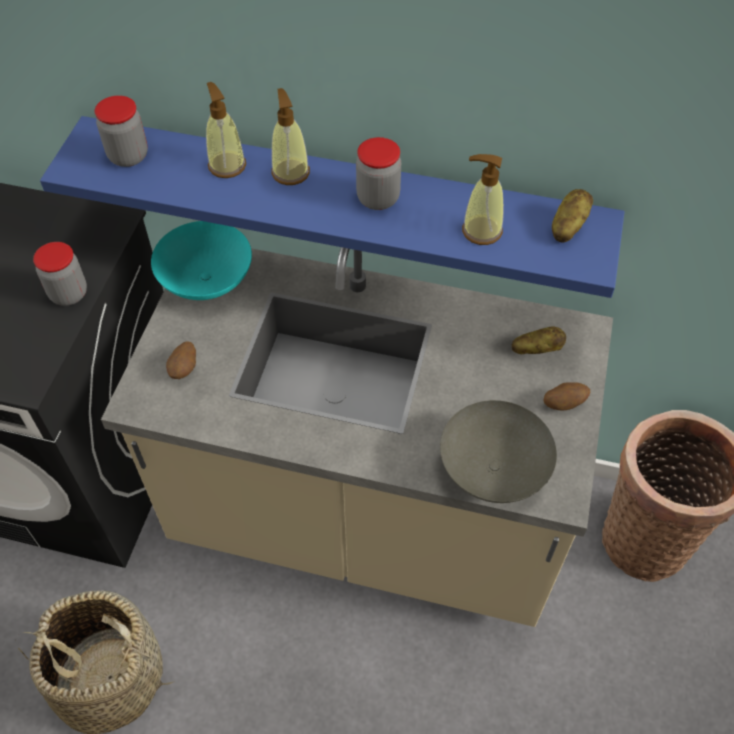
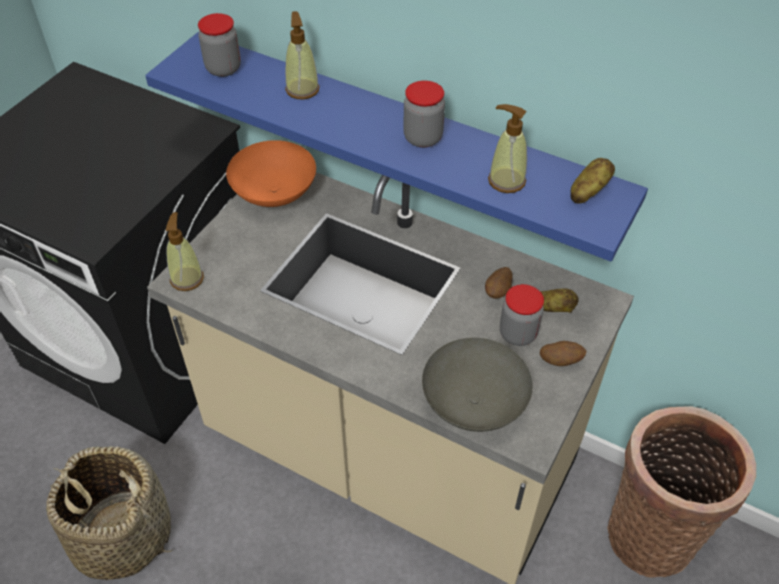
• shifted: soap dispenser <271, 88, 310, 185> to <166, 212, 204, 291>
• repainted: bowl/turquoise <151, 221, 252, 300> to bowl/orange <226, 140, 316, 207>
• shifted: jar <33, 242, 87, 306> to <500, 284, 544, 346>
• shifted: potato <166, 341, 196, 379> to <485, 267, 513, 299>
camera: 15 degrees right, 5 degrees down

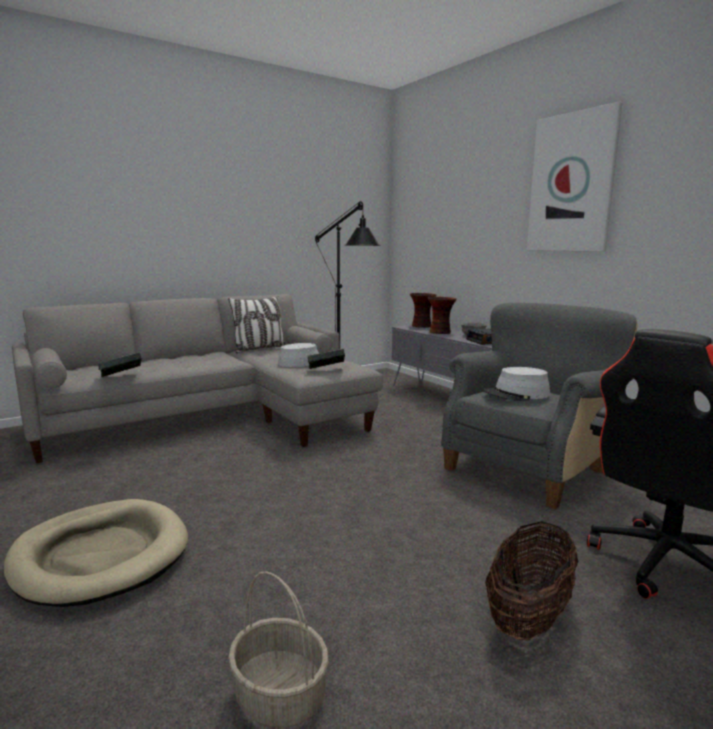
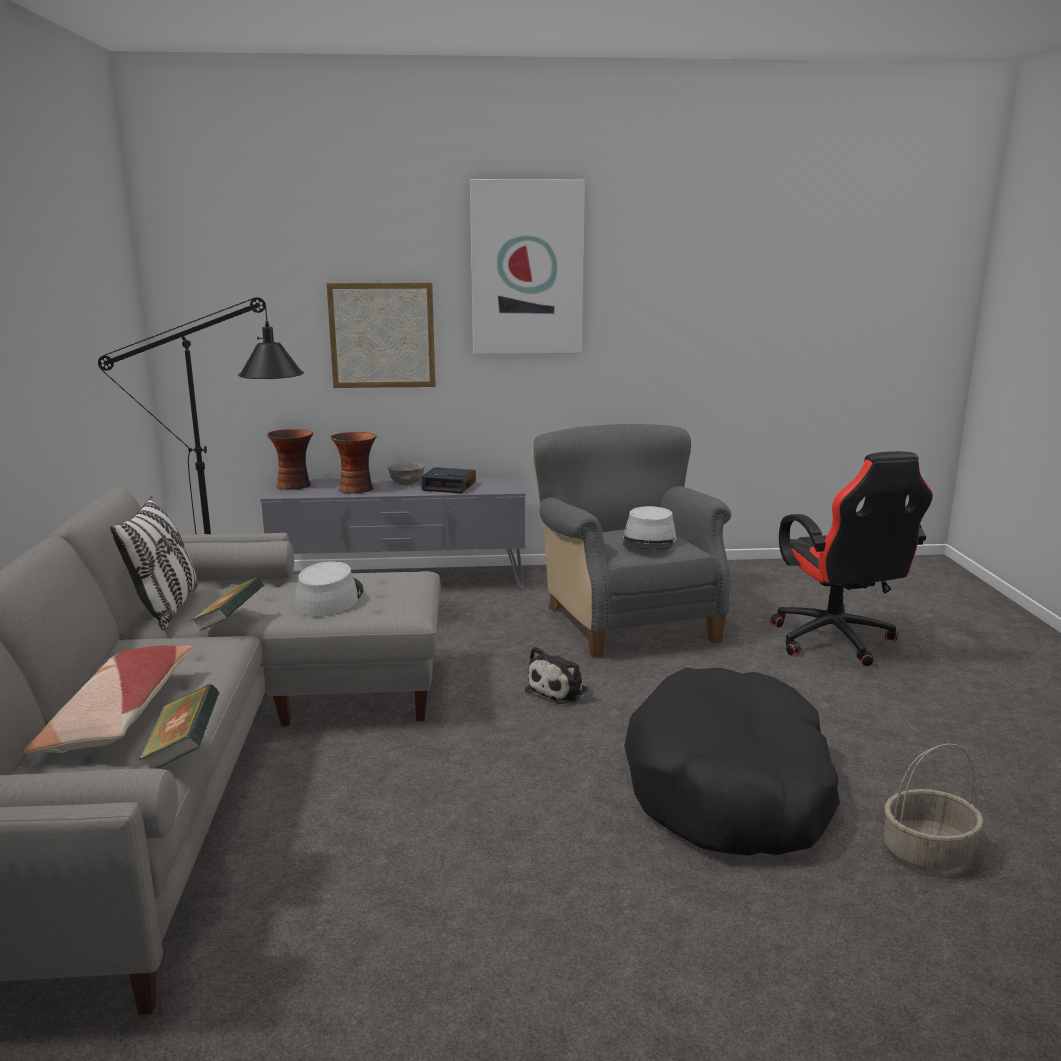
• shifted: book <308, 349, 345, 369> to <191, 577, 264, 631>
• gone: dog bed/beige <4, 499, 188, 607>
• gone: basket <485, 521, 579, 640>
• new: picture <327, 280, 436, 388>
• new: pillow <23, 645, 194, 754>
• new: plush toy <525, 646, 588, 704>
• new: dog bed/black <624, 667, 840, 856>
camera: 60 degrees left, 5 degrees up

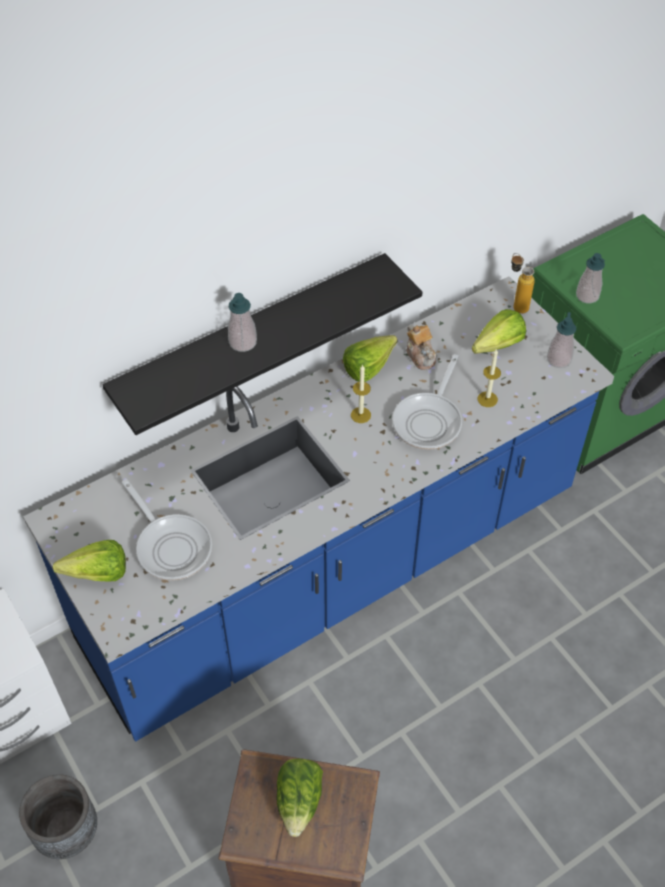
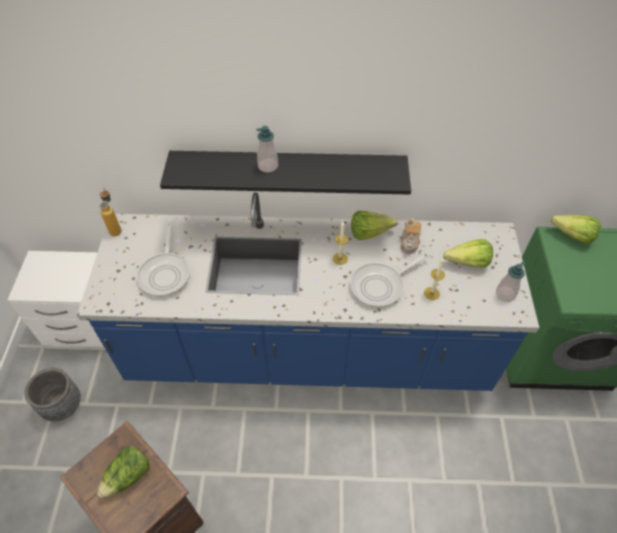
• shifted: bottle <511, 253, 535, 314> to <99, 188, 121, 236>
• gone: soap dispenser <576, 253, 605, 304>
• shifted: lettuce <53, 540, 126, 581> to <551, 215, 601, 244>
camera: 35 degrees right, 0 degrees up

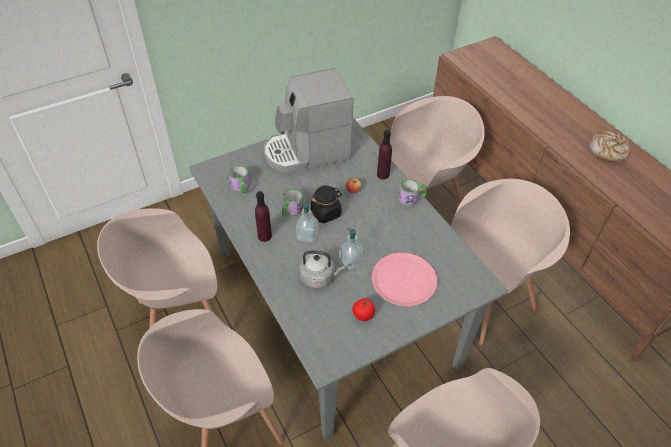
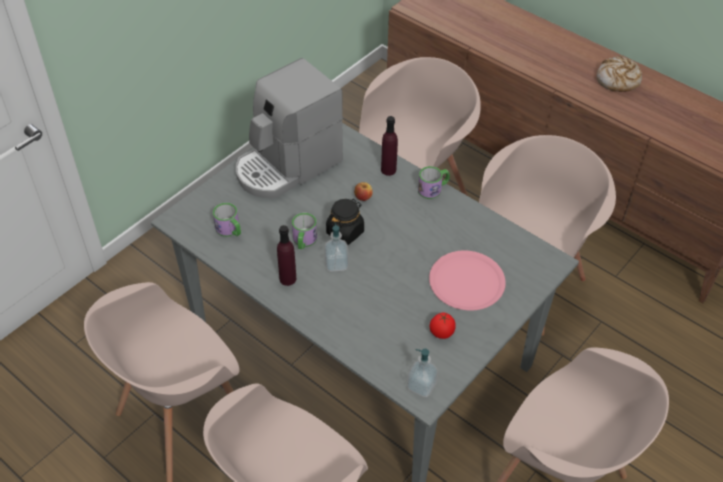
• shifted: soap dispenser <339, 228, 364, 270> to <407, 349, 438, 398>
• gone: kettle/grey <299, 251, 345, 288>
camera: 20 degrees left, 0 degrees up

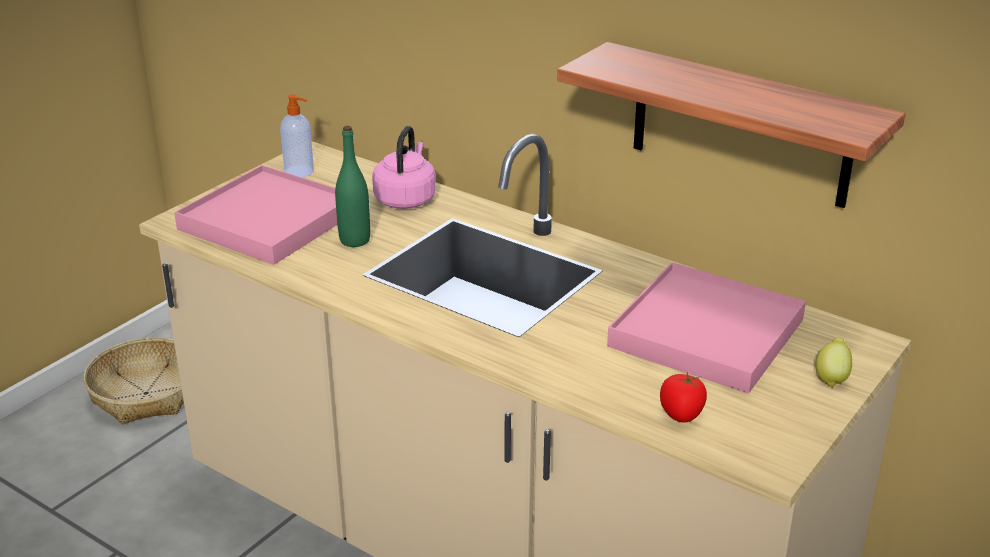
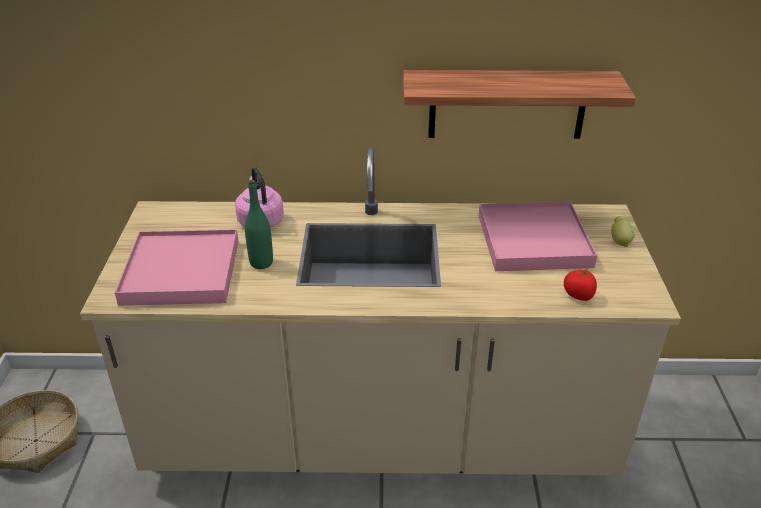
• gone: soap dispenser <280, 95, 314, 177>
camera: 35 degrees left, 5 degrees up

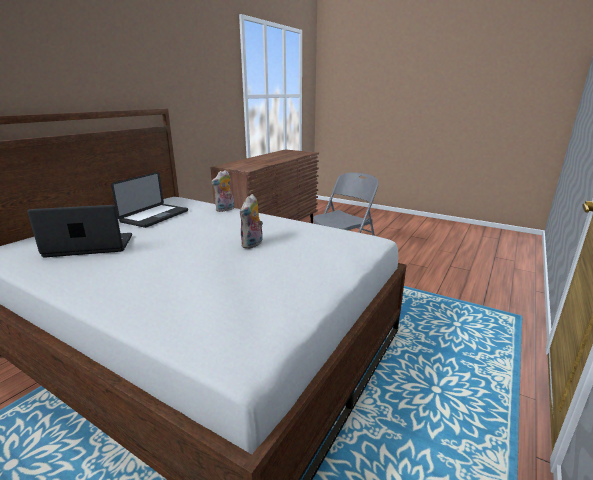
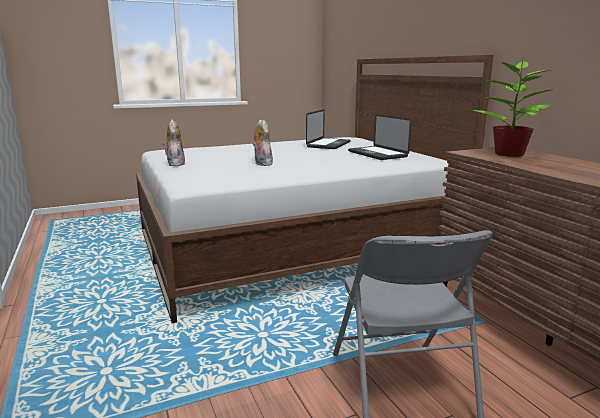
• shifted: plush toy <211, 170, 234, 212> to <163, 119, 185, 166>
• new: potted plant <471, 55, 554, 157>
camera: 125 degrees right, 5 degrees down

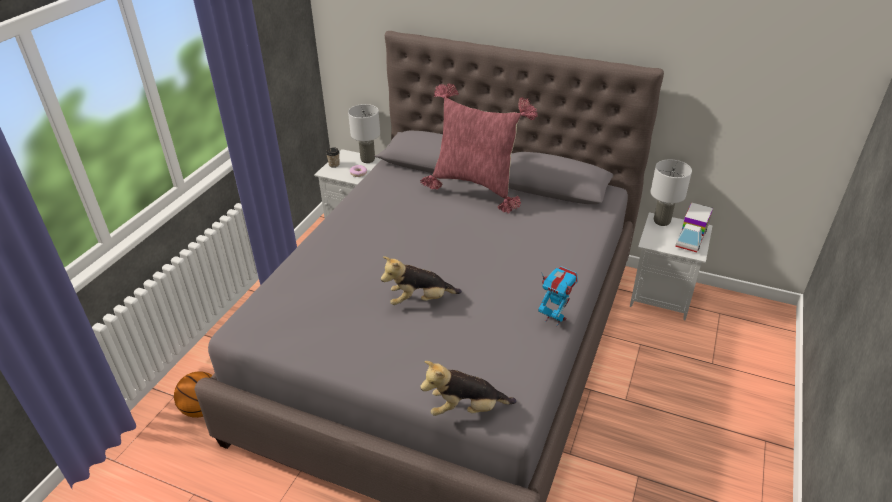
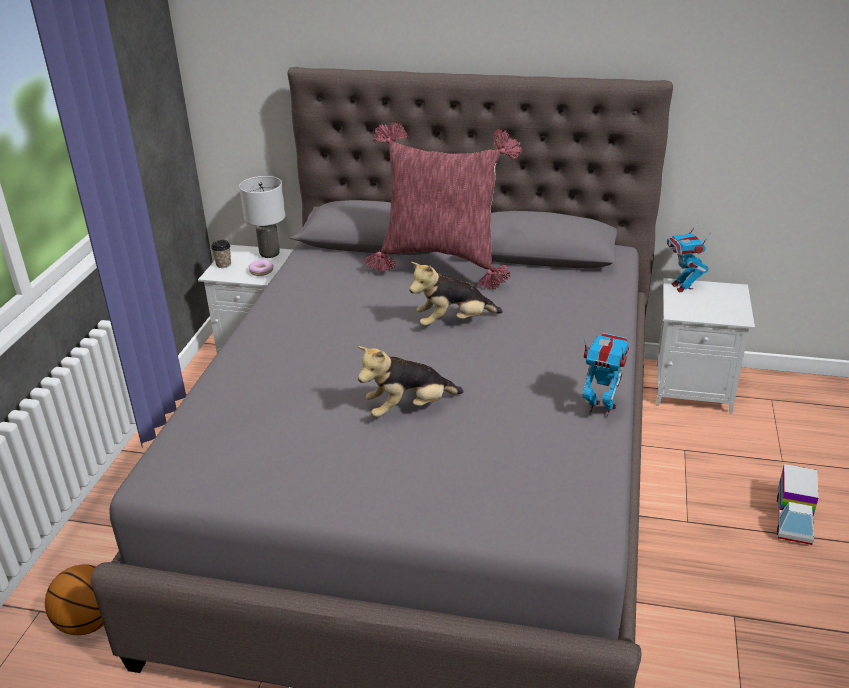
• swapped: table lamp/white <650, 159, 692, 226> to toy robot <667, 221, 711, 292>
• shifted: toy truck <675, 203, 713, 253> to <777, 464, 819, 545>
• shifted: plush toy <420, 361, 517, 416> to <409, 262, 503, 326>
camera: 10 degrees left, 5 degrees down

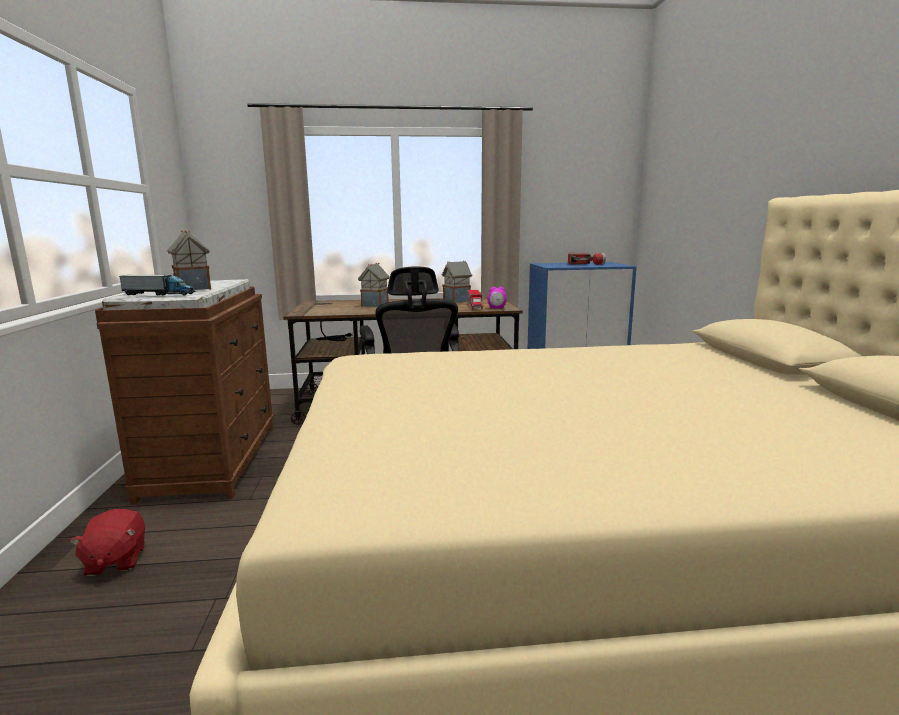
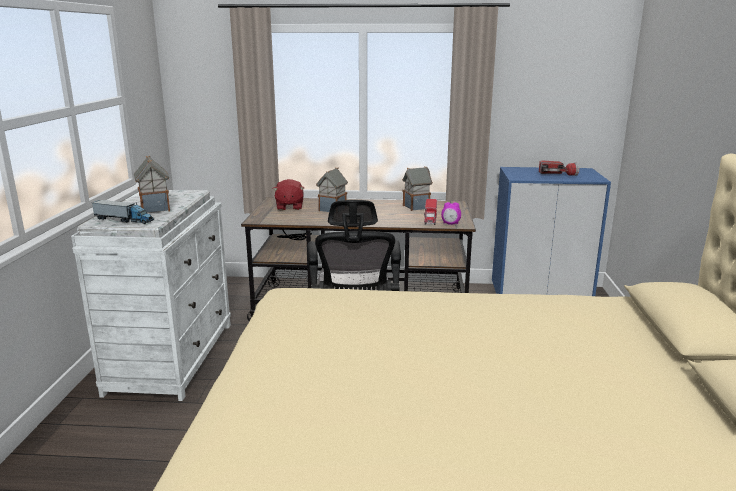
• repainted: dresser/brown <95, 279, 274, 505> to dresser/white <71, 190, 231, 401>
• shifted: plush toy/red <69, 509, 145, 576> to <273, 179, 304, 211>
camera: 10 degrees right, 5 degrees up

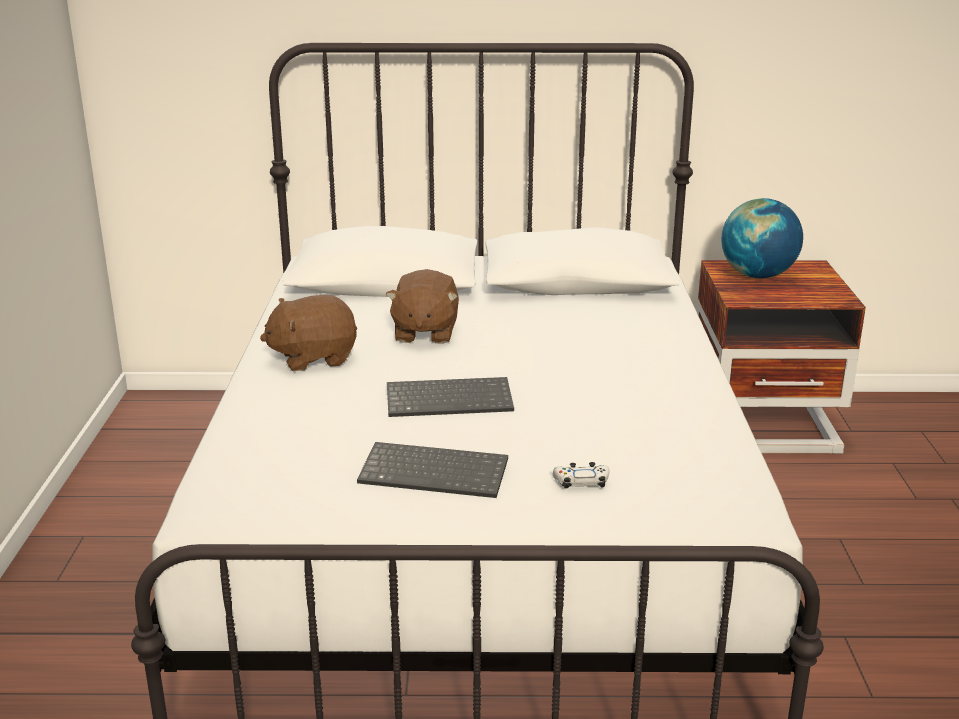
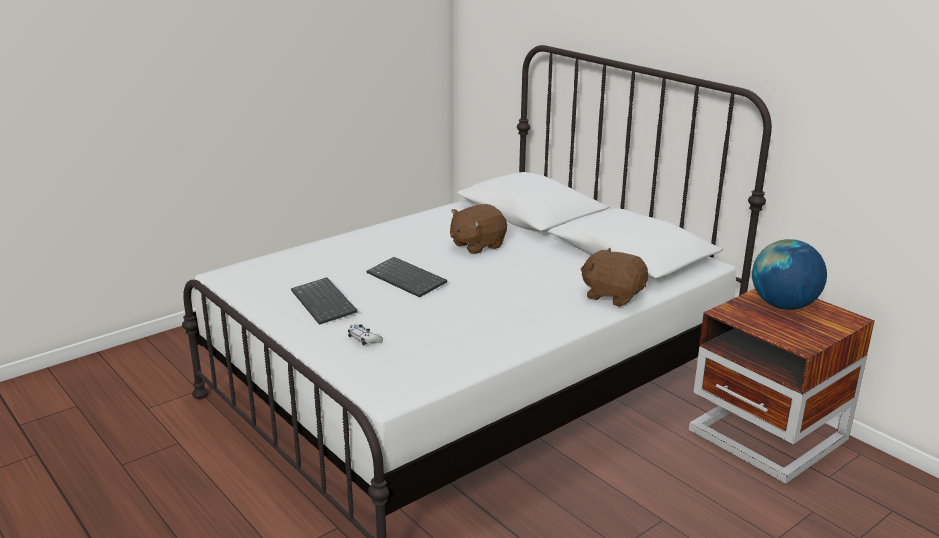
• shifted: plush toy/brown <260, 295, 357, 371> to <581, 248, 648, 307>
camera: 50 degrees right, 0 degrees up

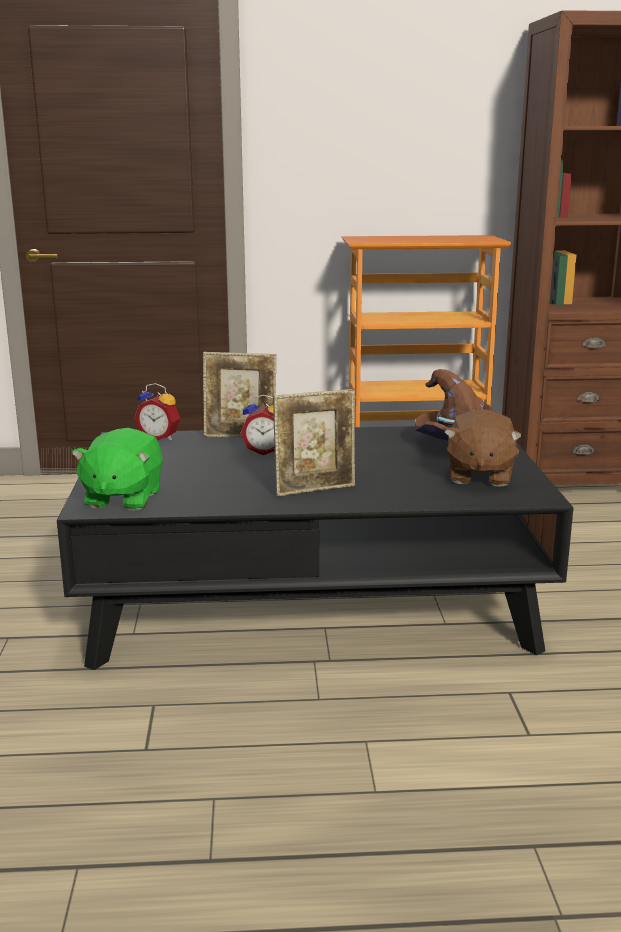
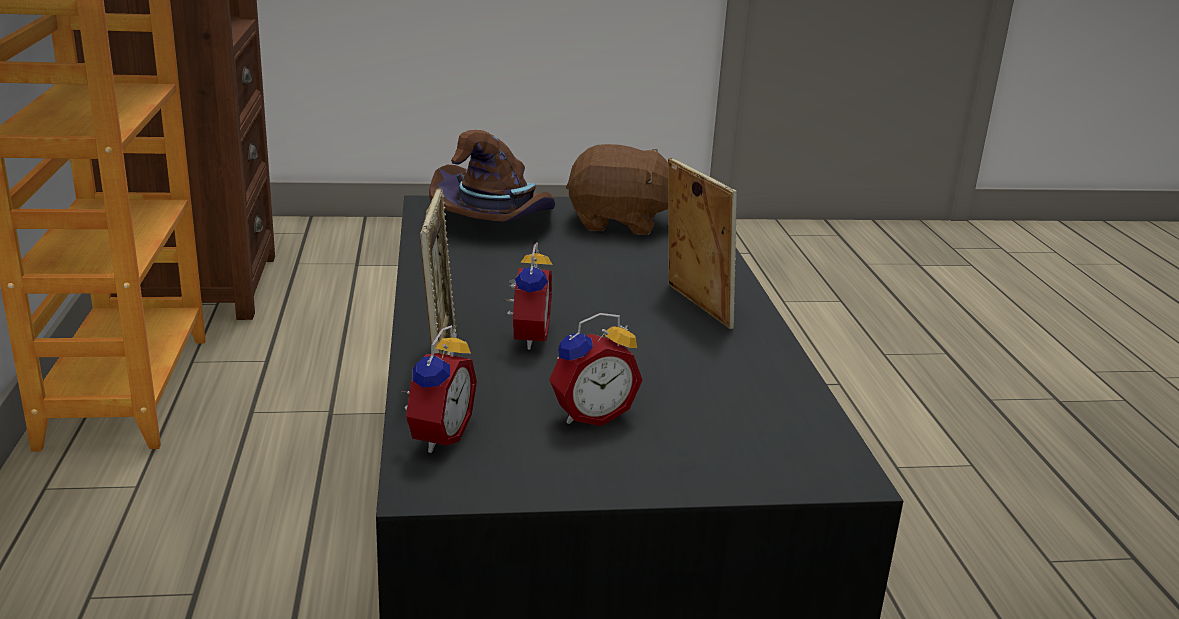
• gone: plush toy/green <72, 428, 163, 511>
• new: alarm clock <549, 313, 642, 426>
camera: 95 degrees left, 5 degrees up

